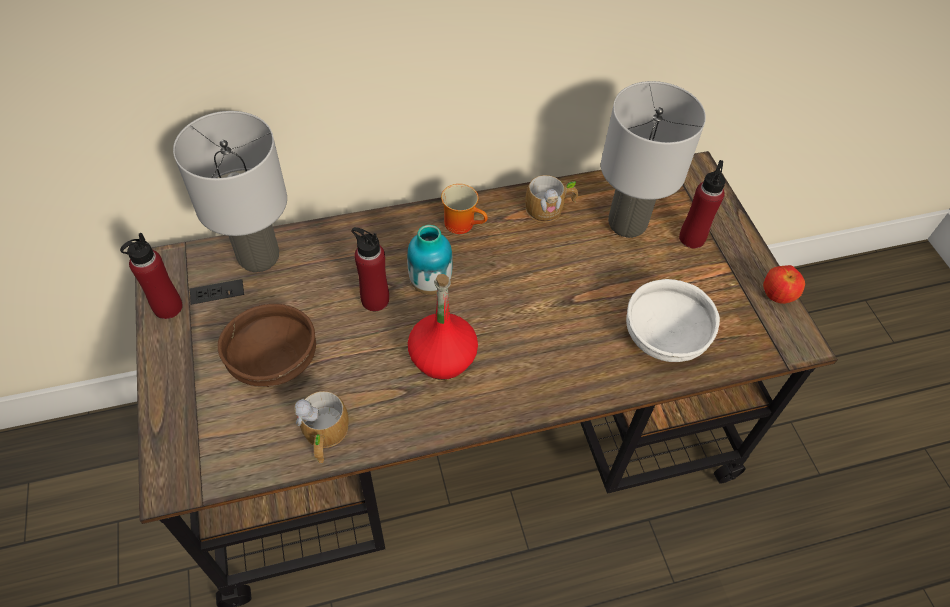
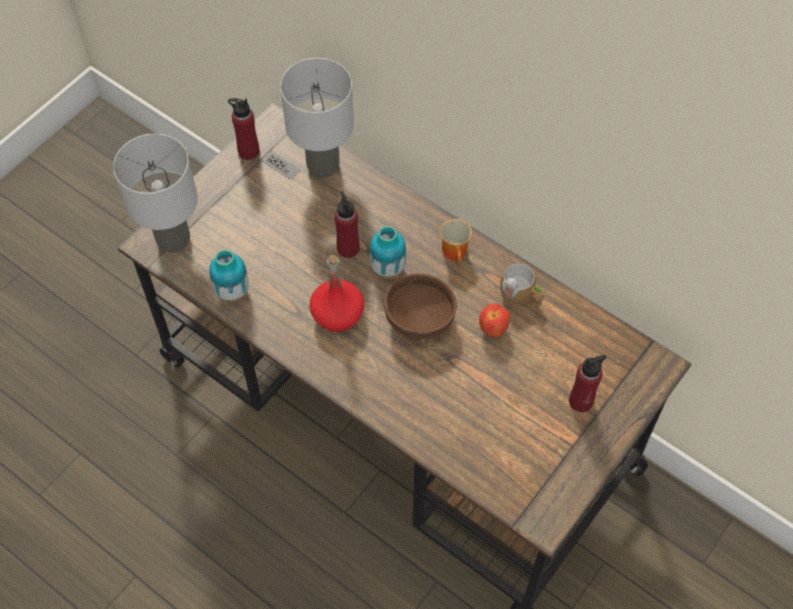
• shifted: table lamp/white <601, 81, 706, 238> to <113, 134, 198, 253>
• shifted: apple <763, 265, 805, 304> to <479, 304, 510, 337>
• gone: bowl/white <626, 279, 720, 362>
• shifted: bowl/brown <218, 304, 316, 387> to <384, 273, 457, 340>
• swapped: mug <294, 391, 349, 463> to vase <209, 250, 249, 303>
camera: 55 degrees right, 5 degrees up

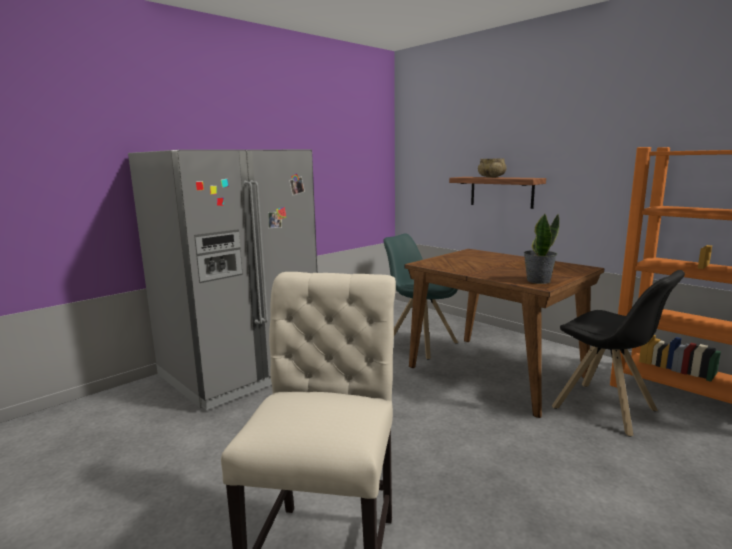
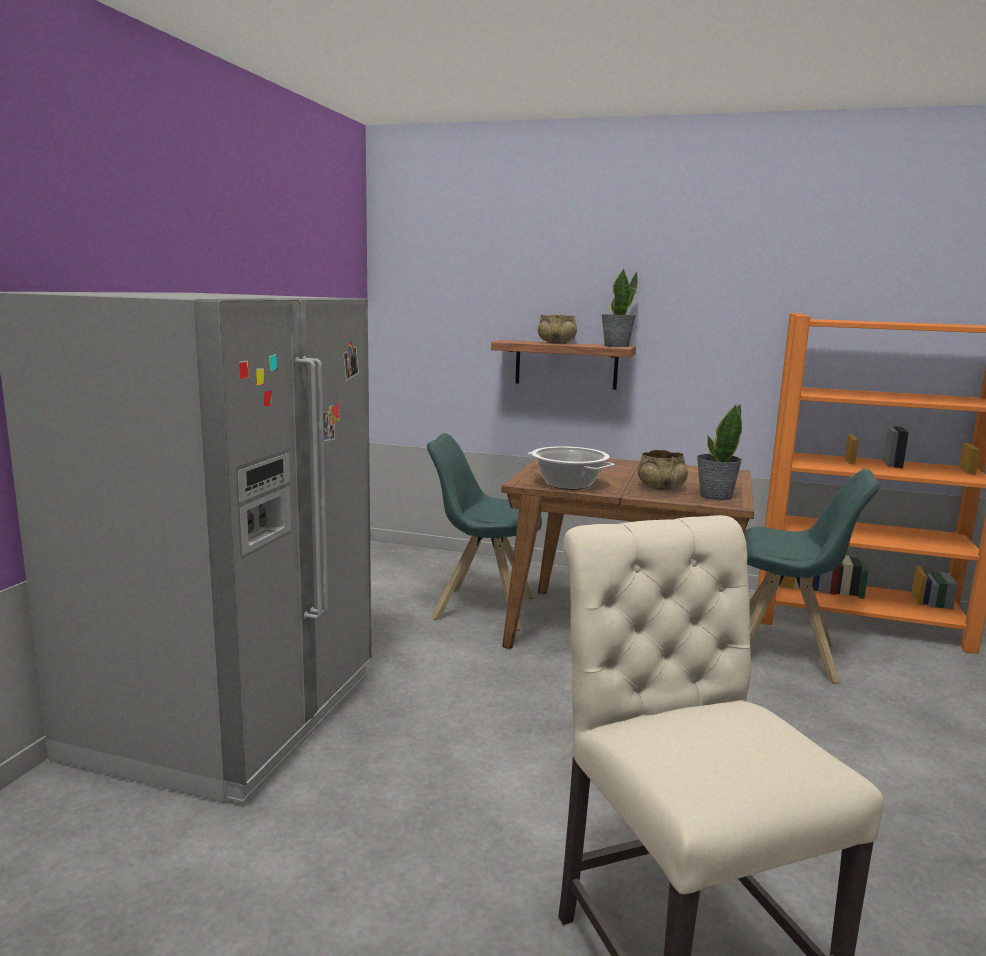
• repainted: chair/black <552, 270, 685, 437> to chair/turquoise <744, 469, 880, 683>
• new: potted plant <601, 268, 638, 347>
• new: cooking pot <528, 446, 615, 490>
• new: bowl/beige <638, 450, 688, 490>
camera: 30 degrees left, 0 degrees up

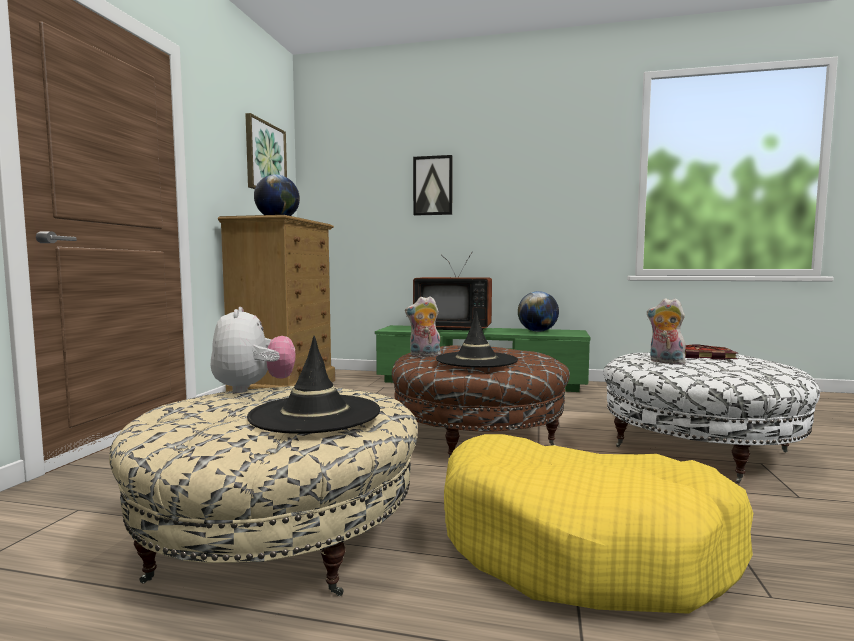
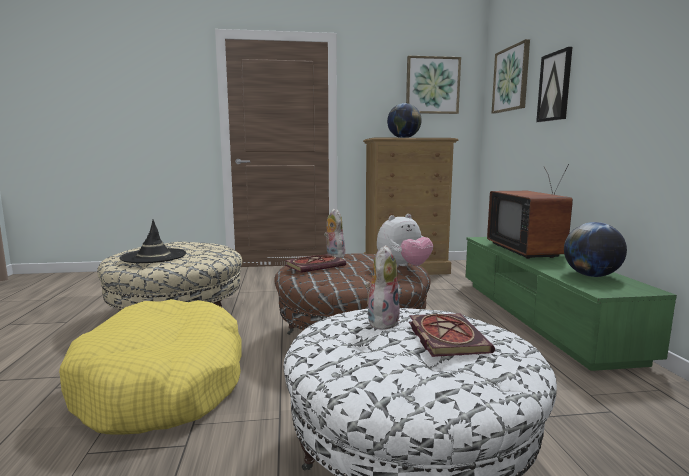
• shifted: plush toy <211, 307, 295, 393> to <377, 214, 433, 268>
• swapped: hat/black <436, 311, 518, 368> to book <285, 254, 346, 273>
• new: picture <492, 39, 530, 114>
camera: 70 degrees right, 5 degrees up

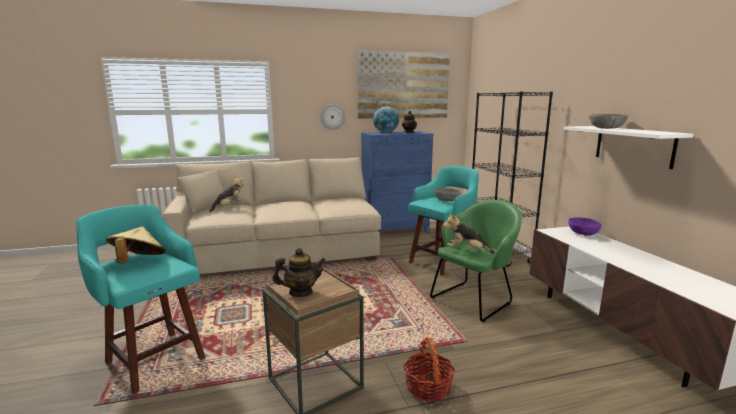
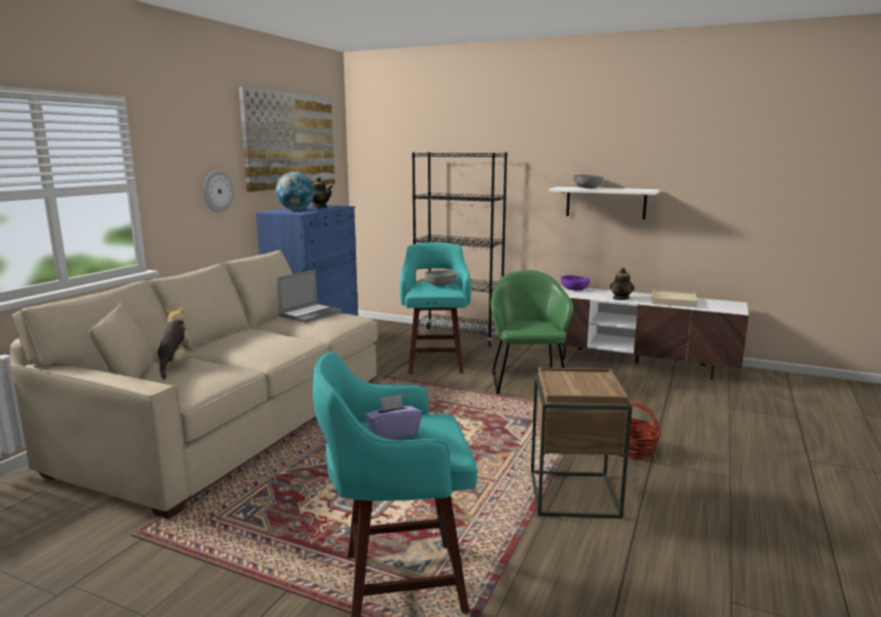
• gone: plush toy <443, 213, 495, 254>
• swapped: hat/beige <106, 227, 166, 263> to tissue box/purple <364, 394, 422, 440>
• shifted: teapot <273, 248, 326, 297> to <610, 268, 634, 300>
• new: laptop <277, 269, 342, 323>
• new: tray/beige <652, 289, 698, 307>
camera: 50 degrees left, 0 degrees up

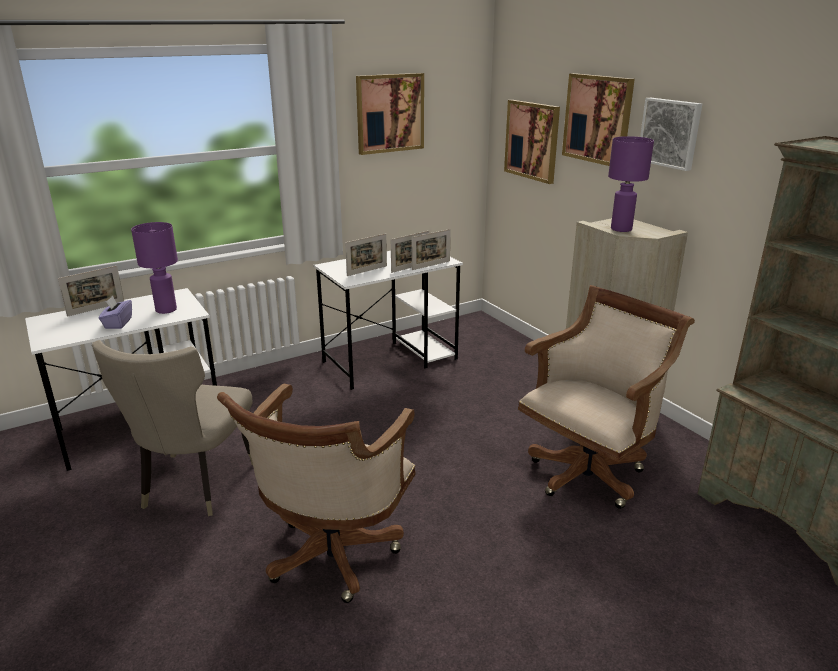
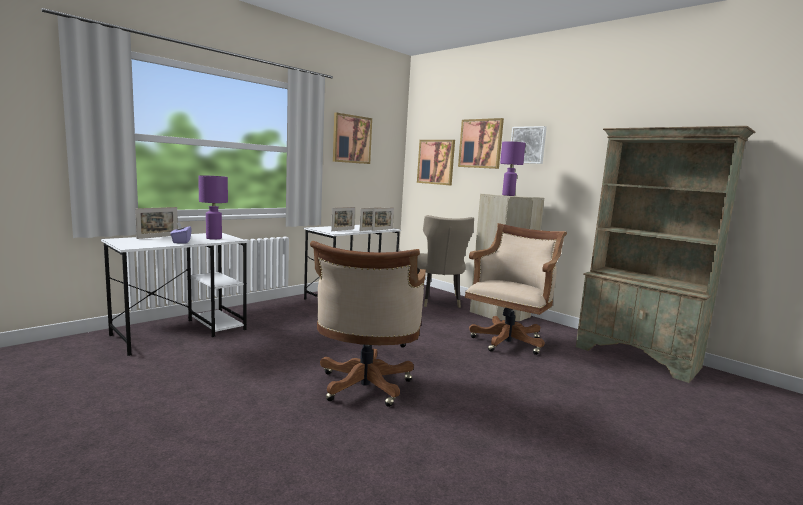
• shifted: chair/beige <92, 340, 253, 516> to <417, 215, 474, 308>
camera: 15 degrees left, 15 degrees down

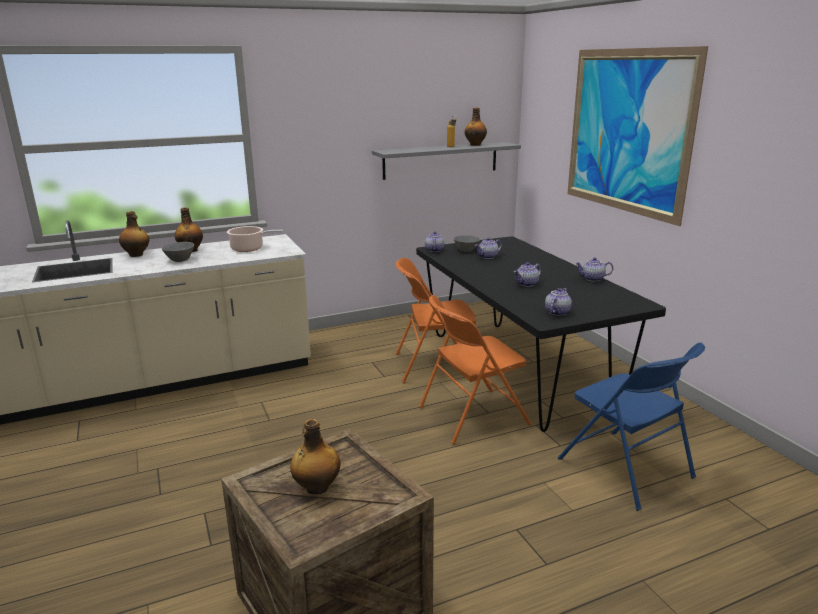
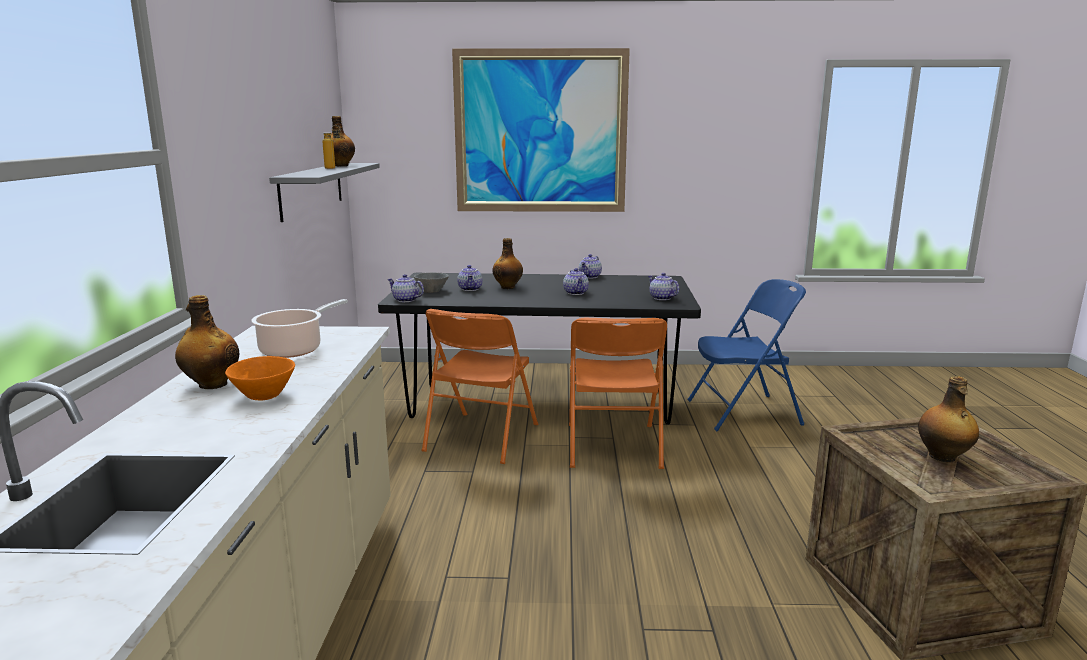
• shifted: bottle <119, 211, 149, 257> to <492, 238, 523, 289>
• repainted: bowl/grey <162, 242, 194, 262> to bowl/orange <225, 356, 295, 400>
camera: 65 degrees left, 5 degrees down

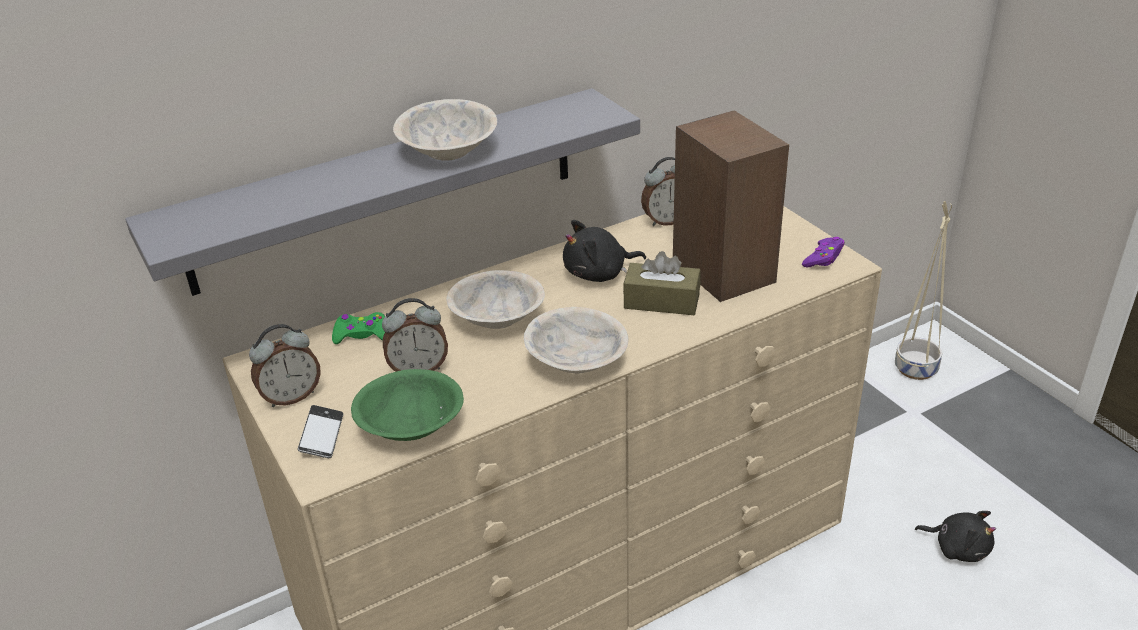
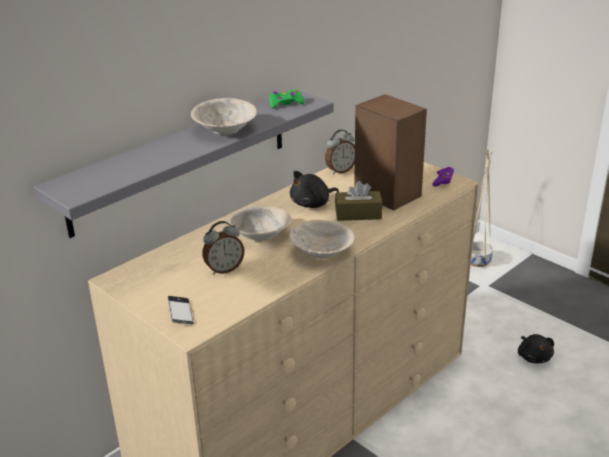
• shifted: game controller/green <332, 312, 385, 344> to <269, 90, 305, 108>
• gone: alarm clock <249, 324, 321, 407>
• gone: bowl/green <351, 369, 464, 441>
• rotated: plush toy/black <915, 511, 996, 562> = <518, 334, 554, 363> 60 degrees clockwise
camera: 15 degrees left, 5 degrees down

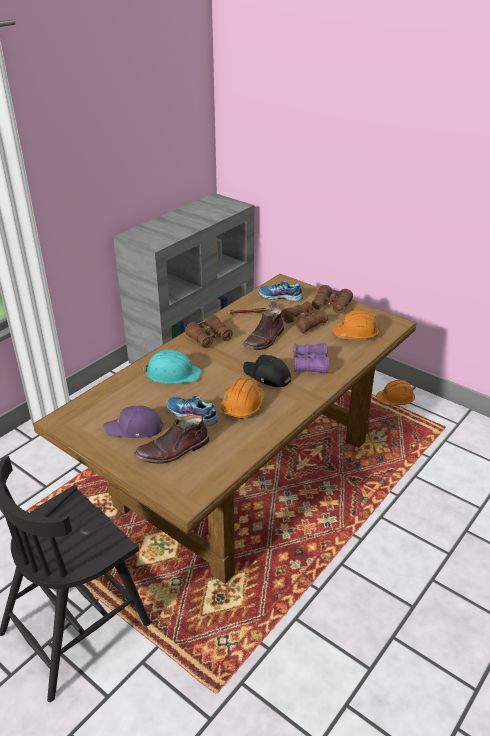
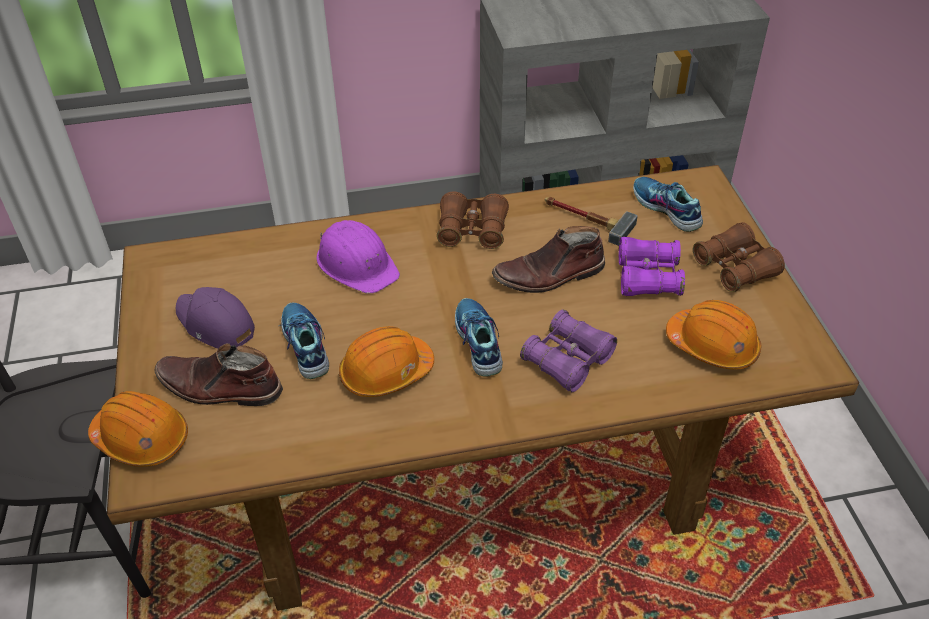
• repainted: binoculars/brown <282, 301, 328, 333> to binoculars/purple <619, 237, 685, 296>
• repainted: hard hat/turquoise <143, 350, 201, 384> to hard hat/purple <317, 220, 400, 294>
• swapped: cap/black <243, 355, 291, 387> to shoe <455, 298, 503, 377>
• shifted: hard hat/orange <376, 380, 415, 406> to <88, 391, 188, 467>
camera: 40 degrees right, 10 degrees up

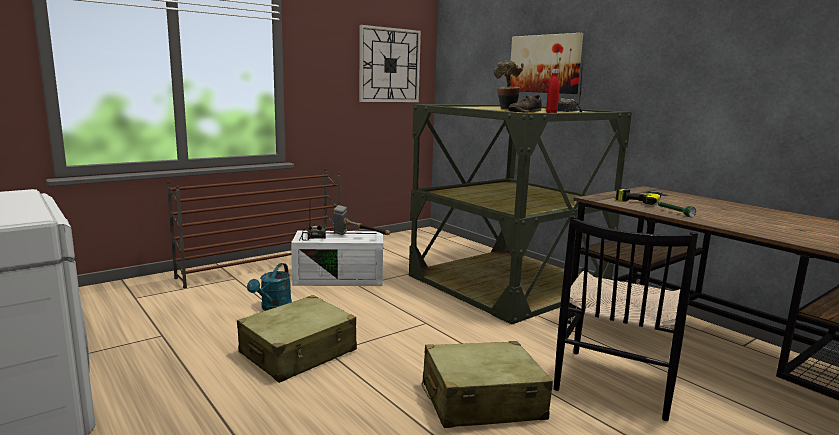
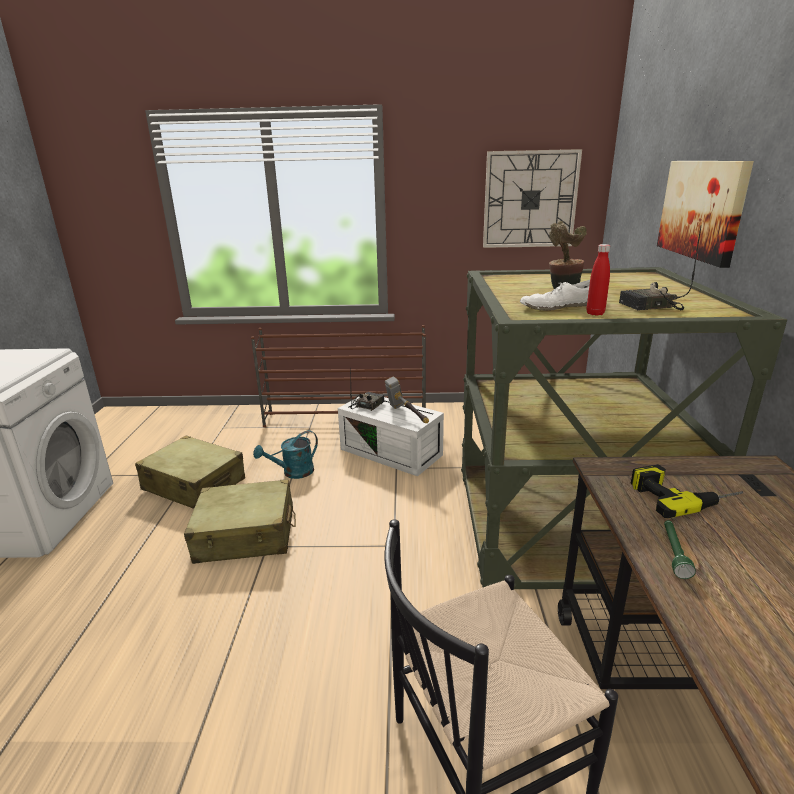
• repainted: shoe/brown <508, 95, 542, 113> to shoe/white <520, 280, 590, 311>
• shifted: suitcase/beige <421, 341, 553, 428> to <135, 435, 245, 509>
camera: 40 degrees right, 10 degrees up

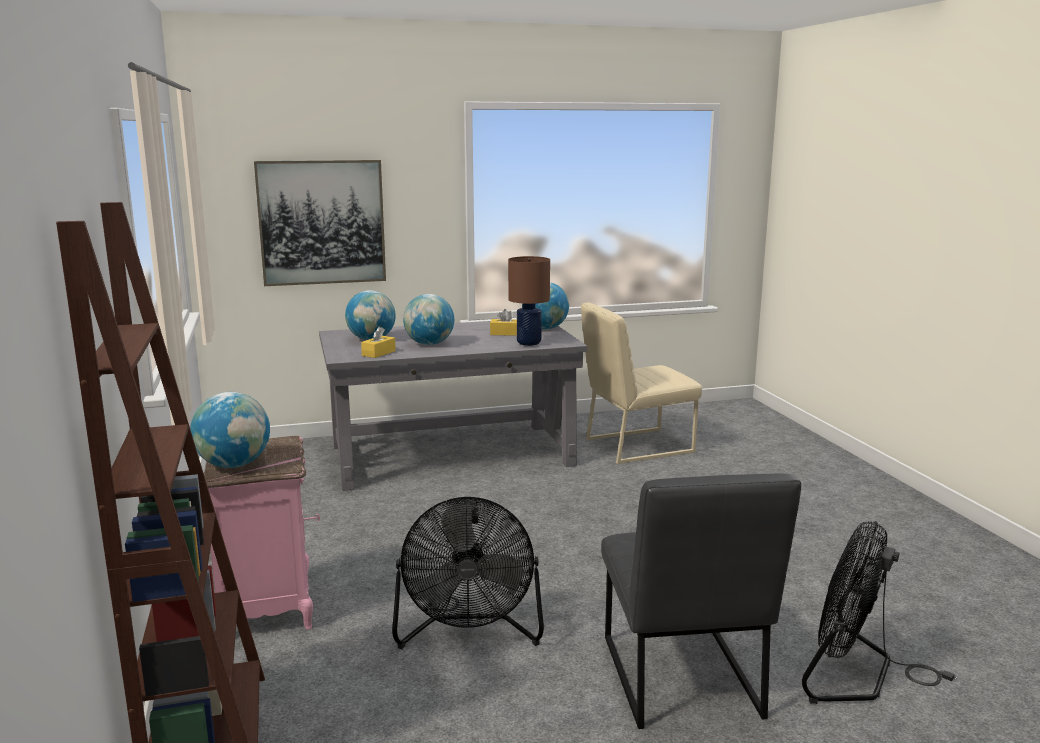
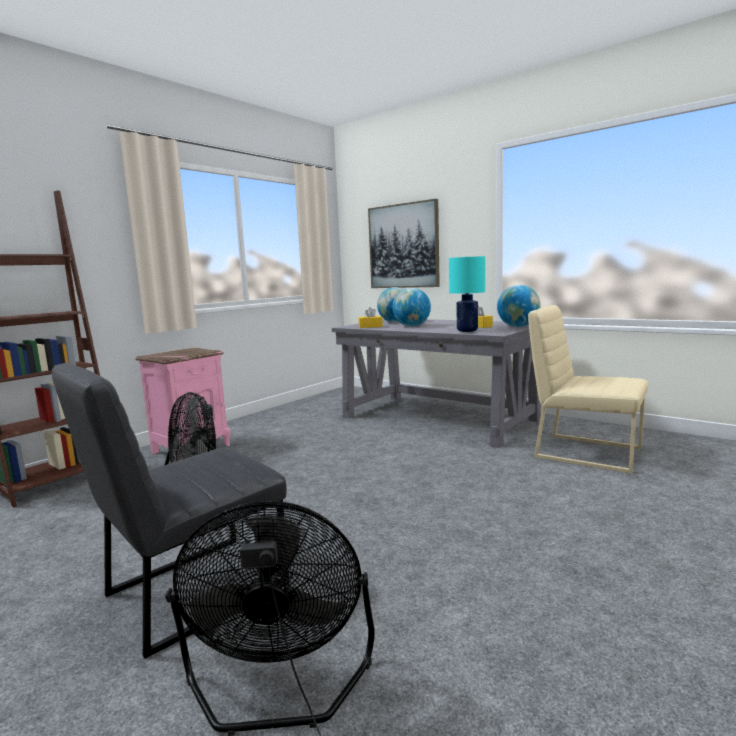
• repainted: table lamp/brown <508, 256, 550, 346> to table lamp/turquoise <449, 256, 485, 332>
• gone: globe <190, 392, 270, 468>
camera: 55 degrees right, 5 degrees down

